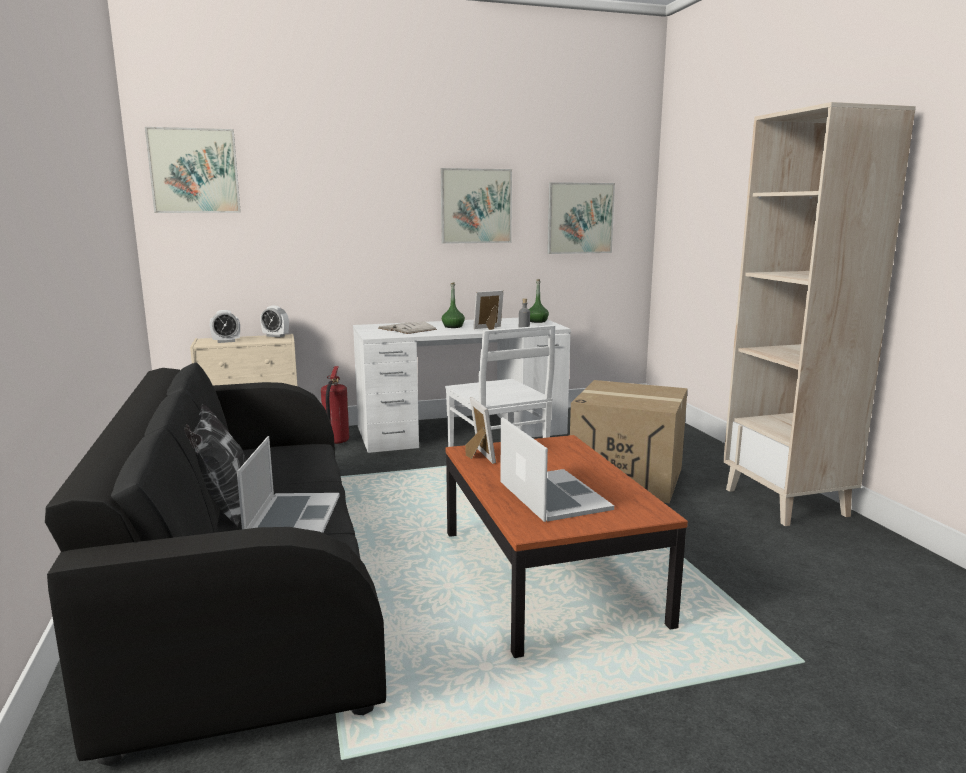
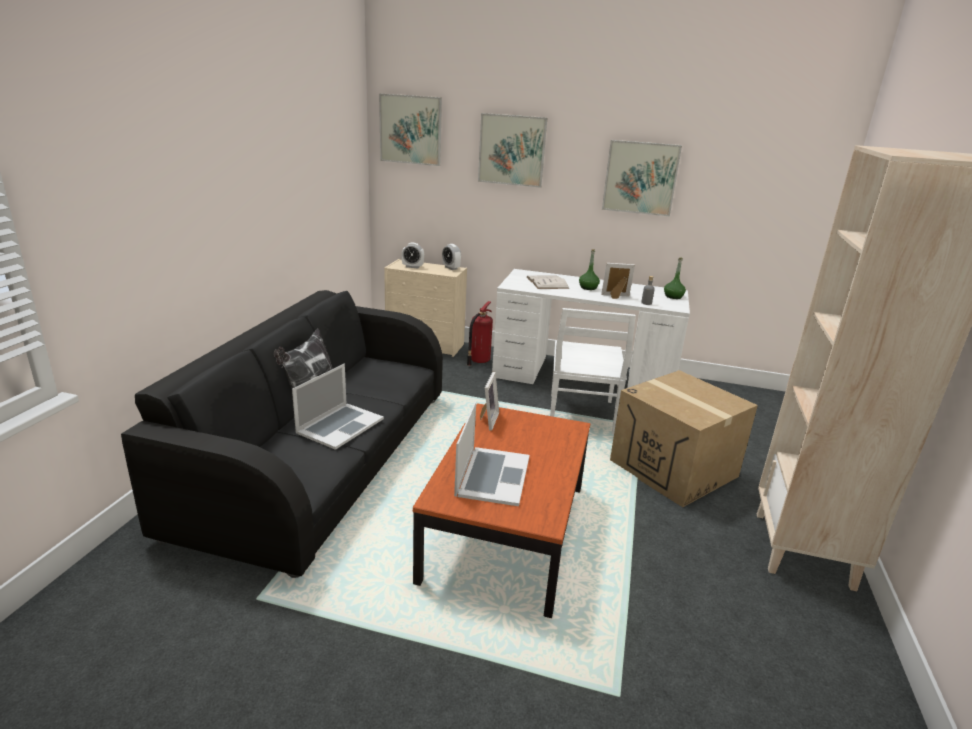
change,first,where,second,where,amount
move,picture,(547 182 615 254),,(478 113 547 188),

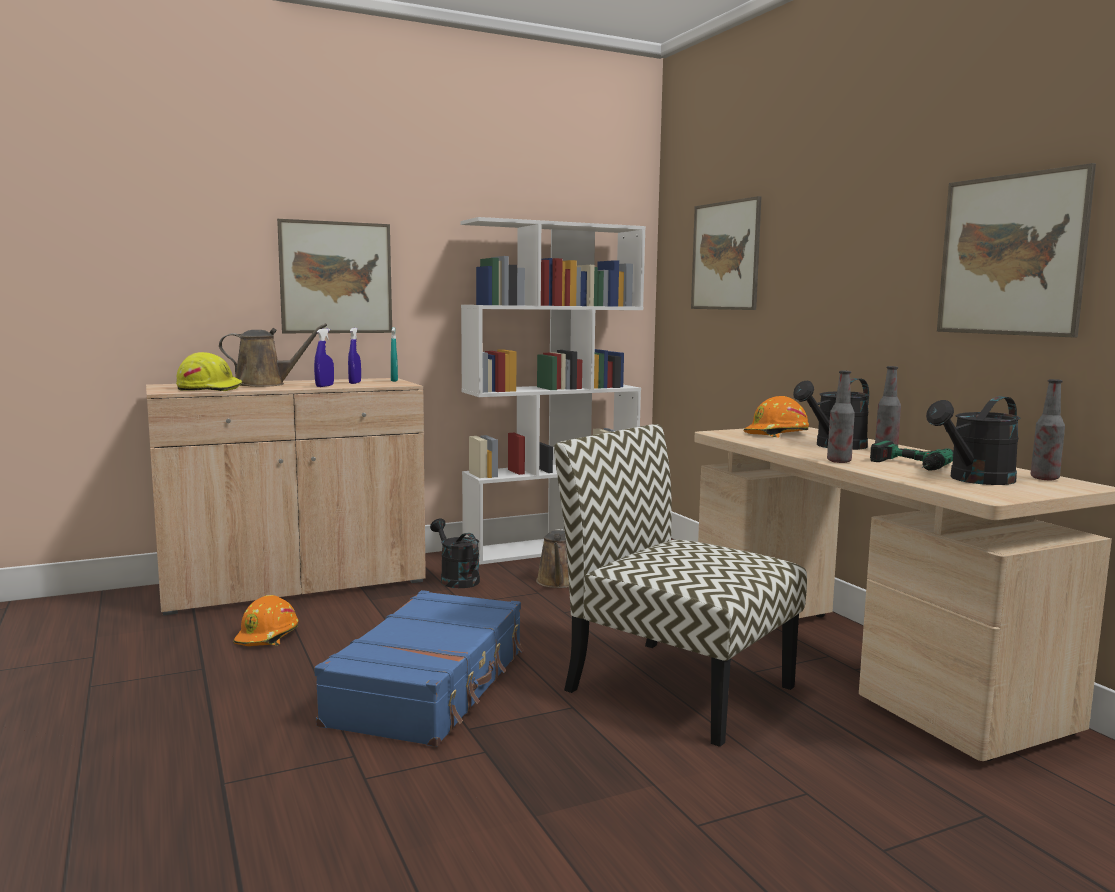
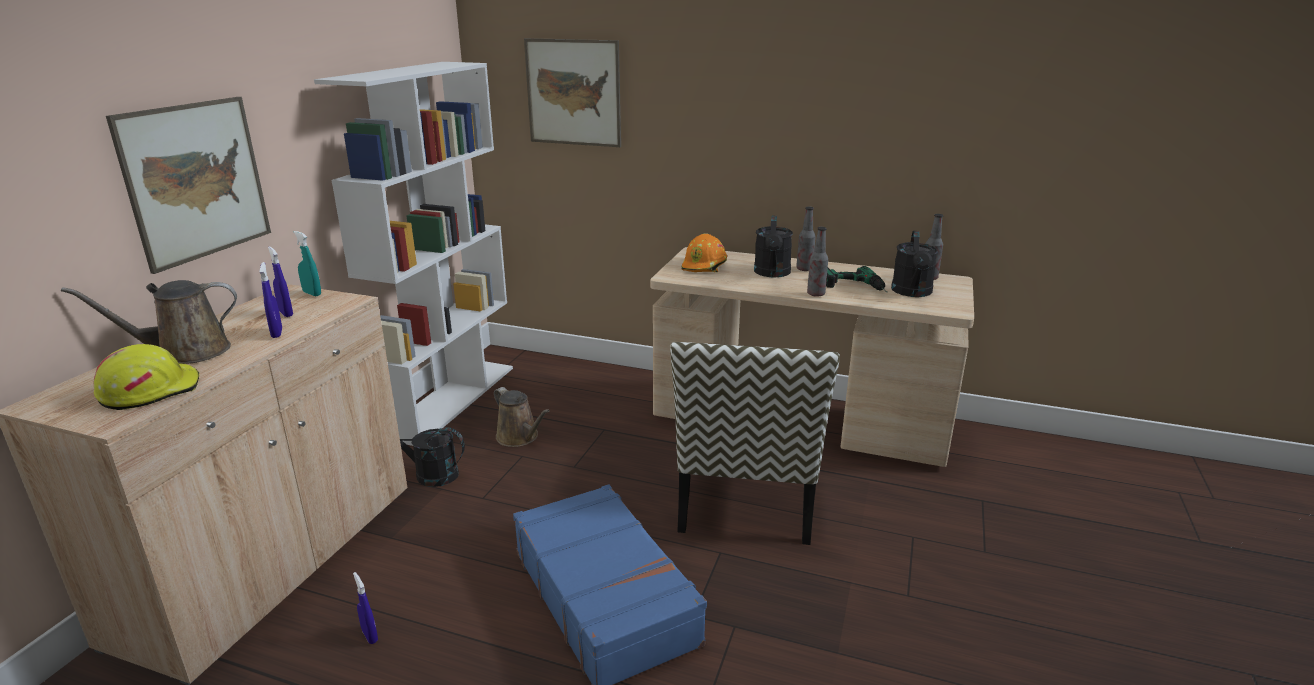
change,first,where,second,where,amount
delete,picture,(937 163 1096 338),,,
replace,orange hard hat,(233 595 299 646),blue spray bottle,(353 572 378 644),
rotate,brown watering can,(219 323 327 387),,(61 280 237 364),150 degrees counterclockwise
rotate,chair,(554 424 807 747),,(670 342 840 545),75 degrees counterclockwise

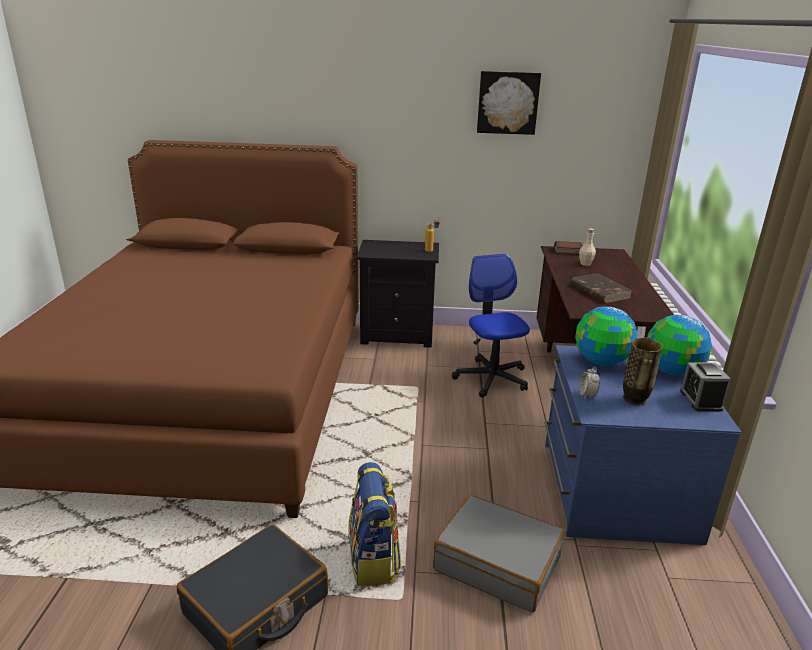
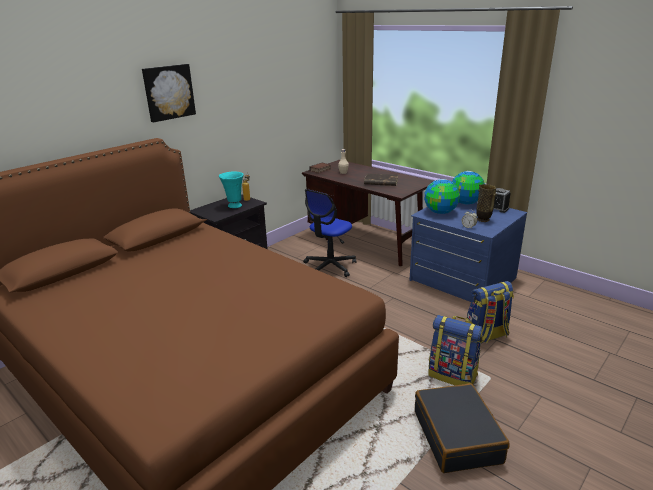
change,first,where,second,where,amount
insert,,,turquoise vase,(219 171 244 208),
move,picture,(477 71 541 135),,(142 64 196 122),
replace,grey suitcase,(433 495 565 612),backpack,(466 281 514 344),
rotate,office chair,(452 254 530 398),,(303 189 356 277),75 degrees counterclockwise

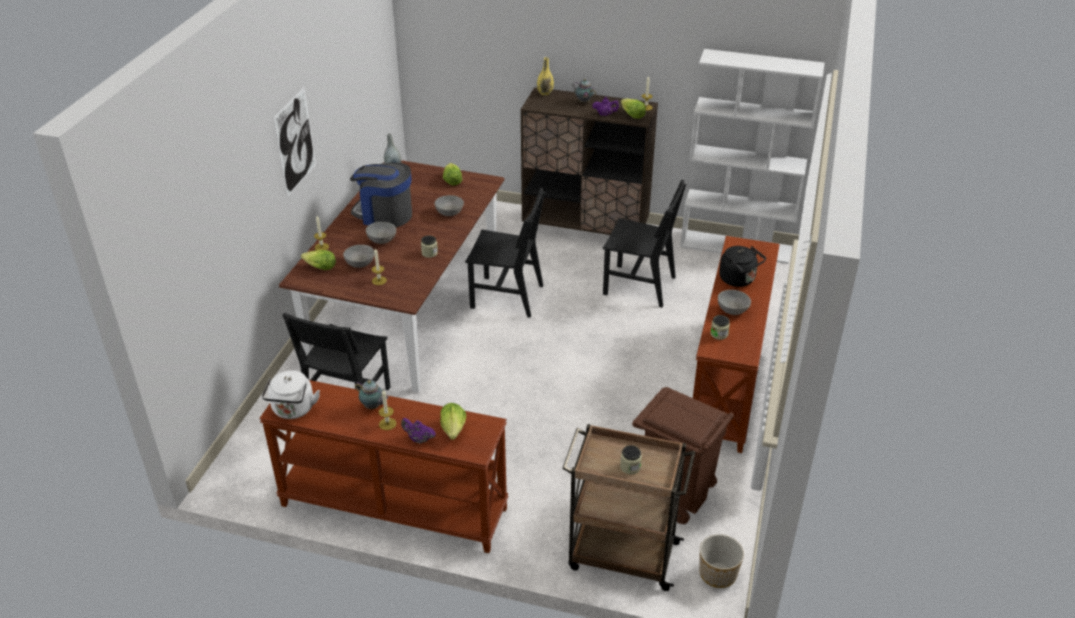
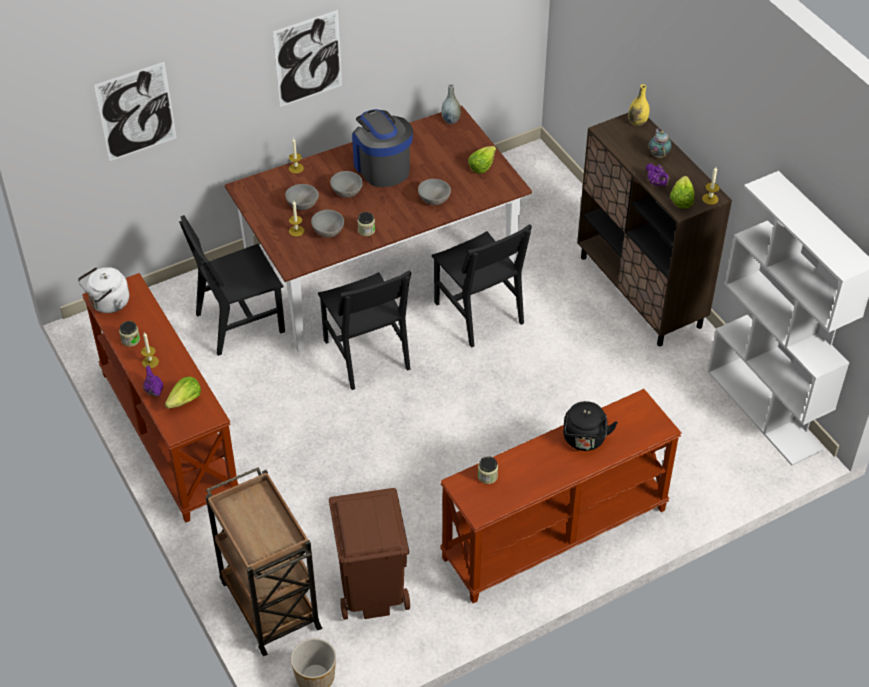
change,first,where,second,where,amount
delete,lettuce,(301 250 336 270),,,
delete,teapot,(355 380 388 409),,,
insert,,,picture,(94 62 177 161),
move,black chair,(603 179 686 307),,(318 270 411 390),
move,jar,(620 445 642 474),,(119 321 140 347),
move,grey bowl,(718 290 751 315),,(311 210 344 237),

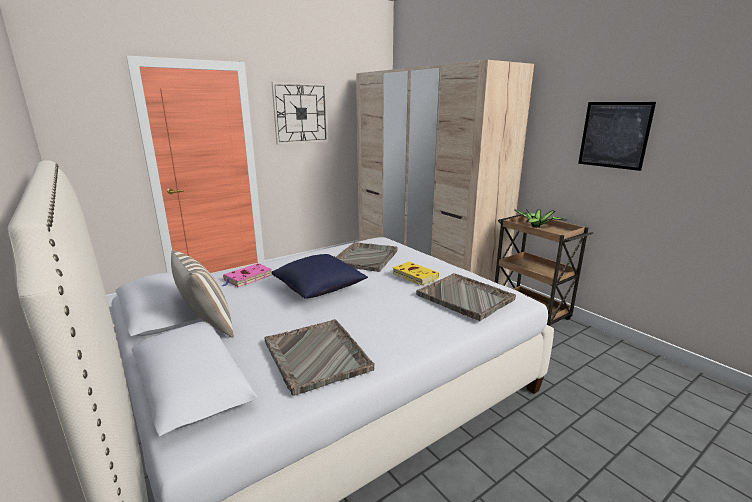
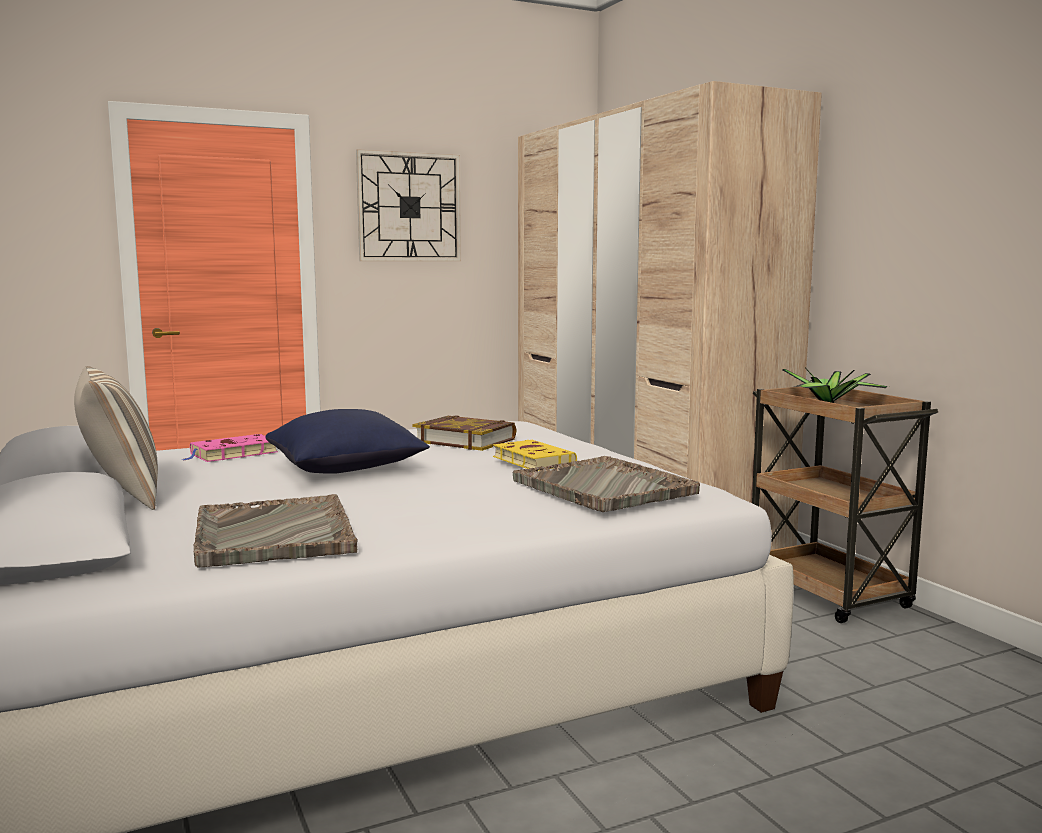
change,first,where,second,where,amount
delete,picture,(578 102 656 171),,,
replace,grey tray,(336 242 398 272),book,(412 415 517 451),

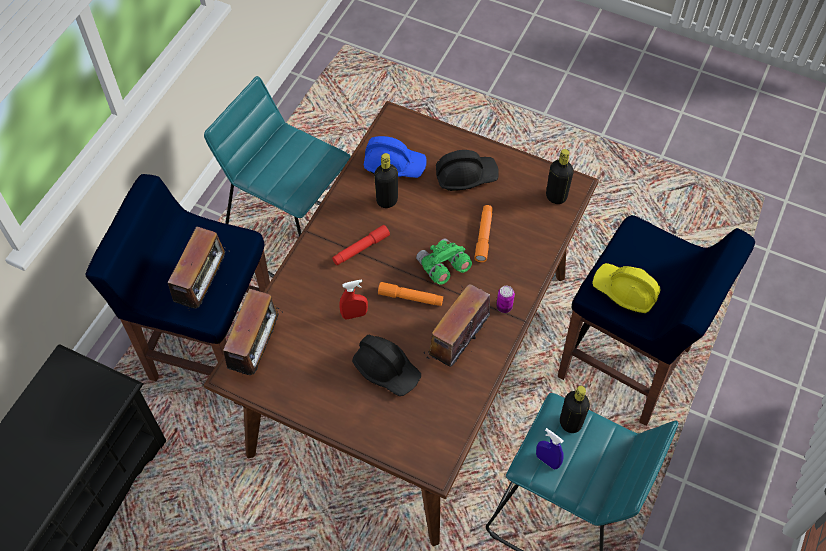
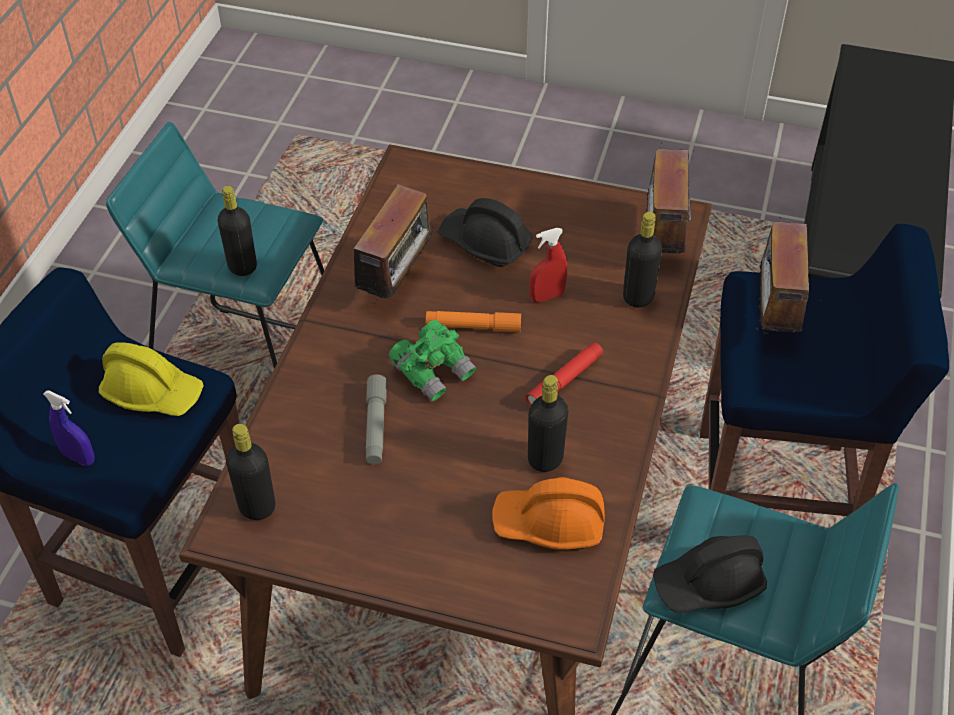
change,first,where,second,where,amount
delete,can,(496 286 515 313),,,
insert,,,black bottle,(623 212 662 308),
move,black hard hat,(436 150 499 191),,(653 535 767 613),
move,blue spray bottle,(536 428 564 470),,(43 390 95 466),
recolor,blue hard hat,(364 136 426 178),orange hard hat,(492 477 605 550),
recolor,orange flashlight,(474 205 493 262),grey flashlight,(366 374 387 465),

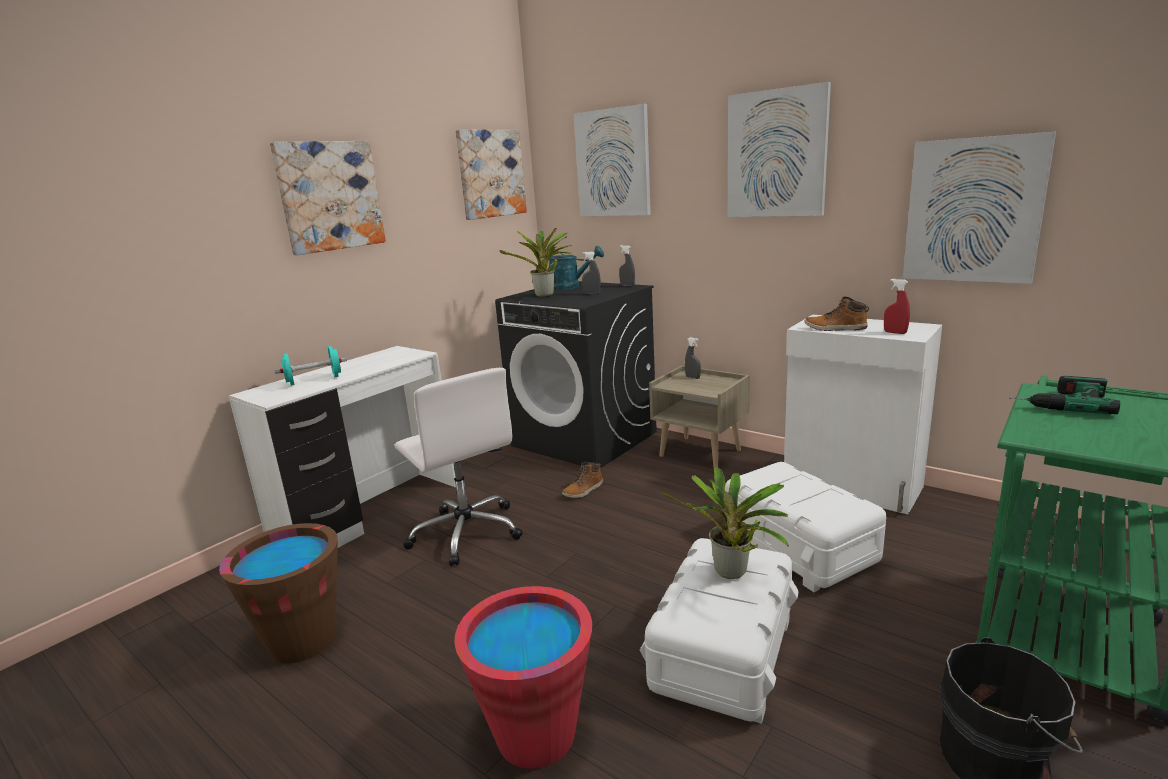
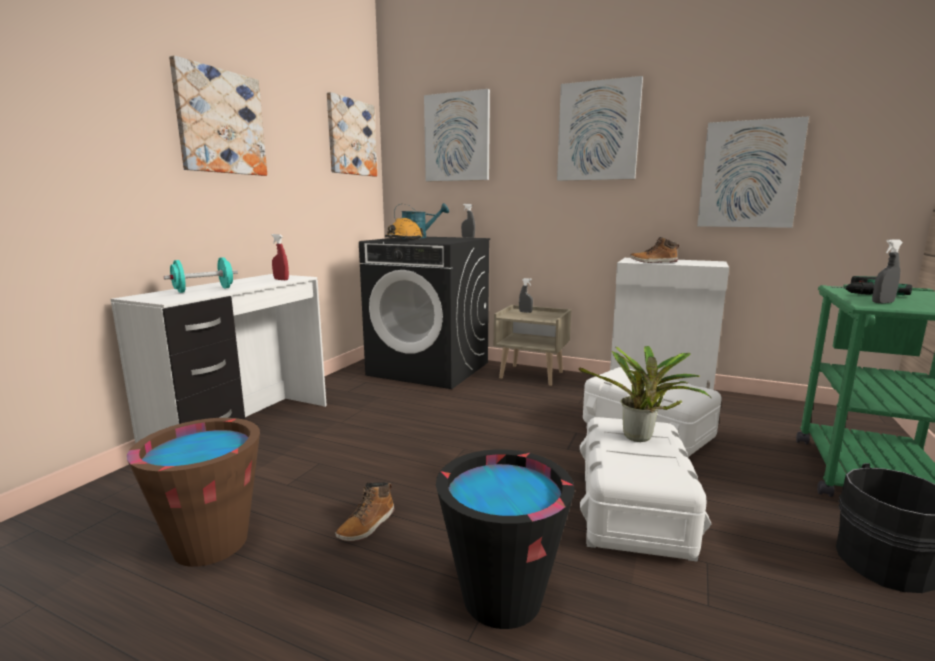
change,first,where,second,where,amount
delete,white office chair,(395 368 523 566),,,
move,boot,(562 462 603 498),,(335 482 395 542),
move,grey spray bottle,(582 251 601 294),,(872 239 903 303),
move,red spray bottle,(884 279 910 334),,(271 234 289 280),
replace,potted plant,(500 228 573 297),orange hard hat,(384 218 424 239),
recolor,red bucket,(454 586 592 769),black bucket,(436 449 574 629),

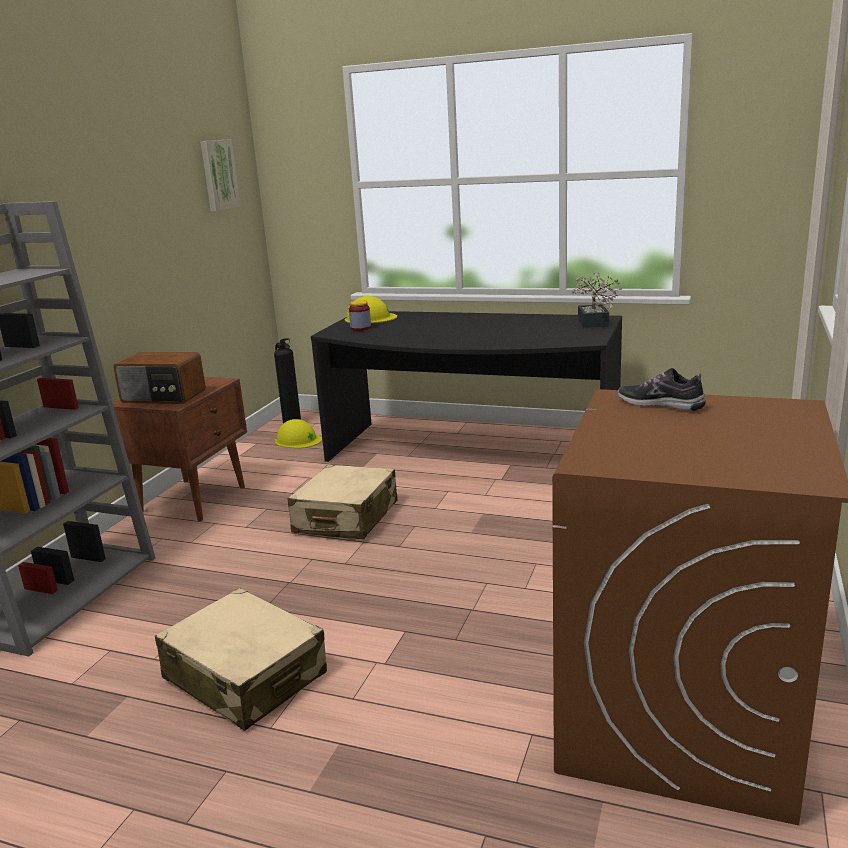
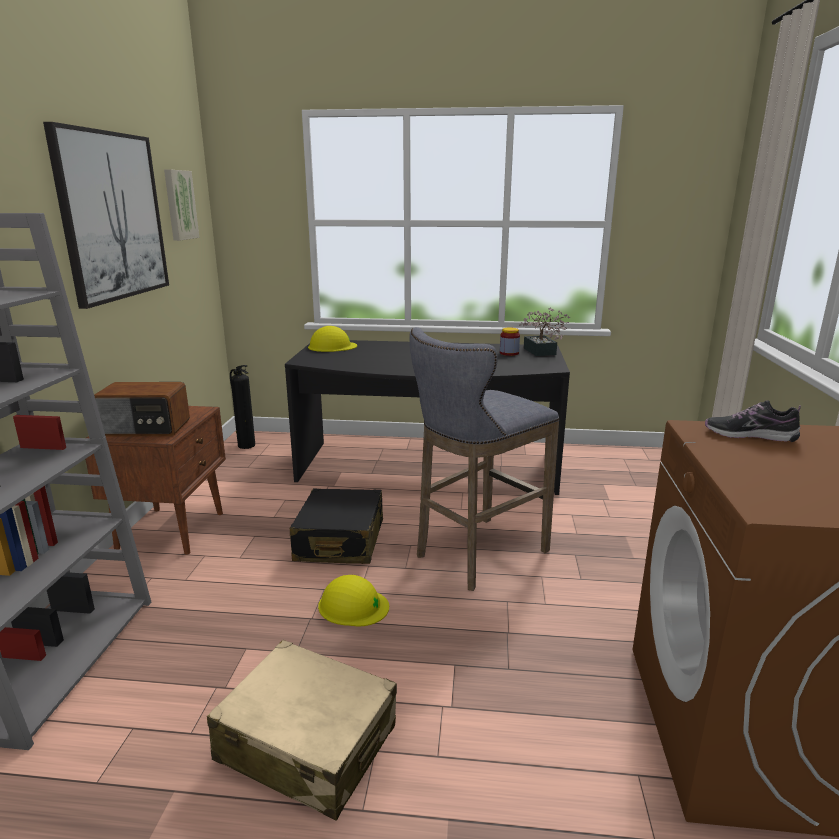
change,first,where,second,where,amount
insert,,,picture,(43 122 169 309),
insert,,,grey stool,(409 327 559 591),
move,yellow hard hat,(275 419 322 449),,(318 575 389 626),
move,jar,(349 300 371 331),,(500 328 520 356),
recolor,beige suitcase,(287 465 398 539),black suitcase,(289 488 383 564),

